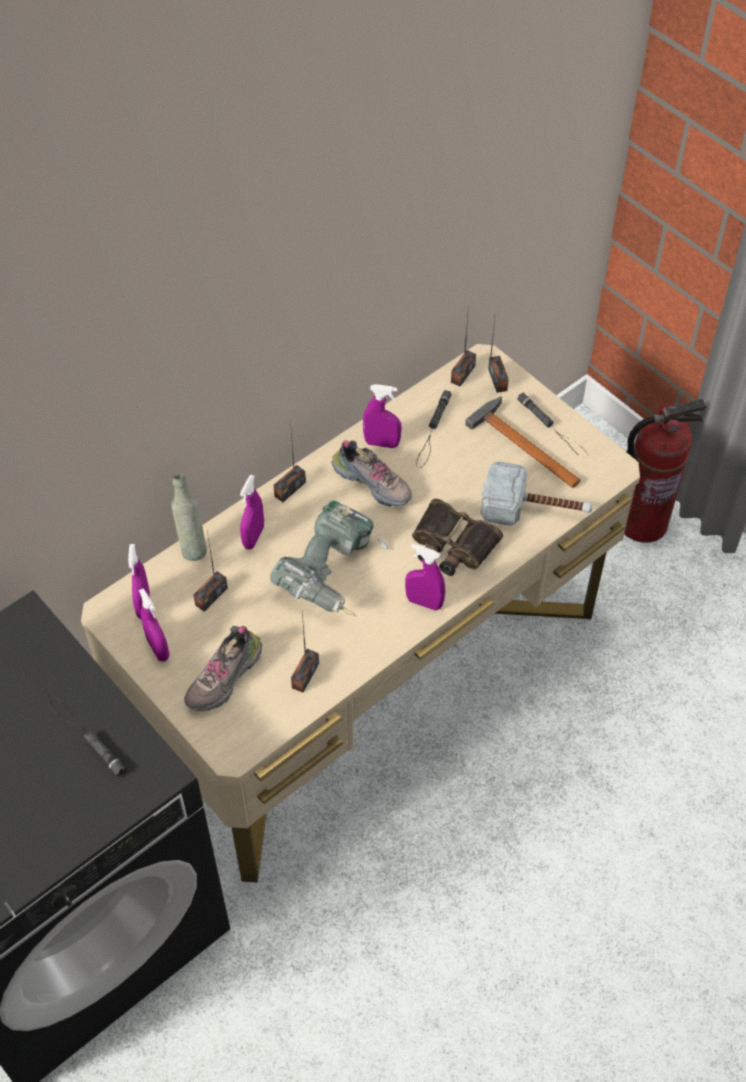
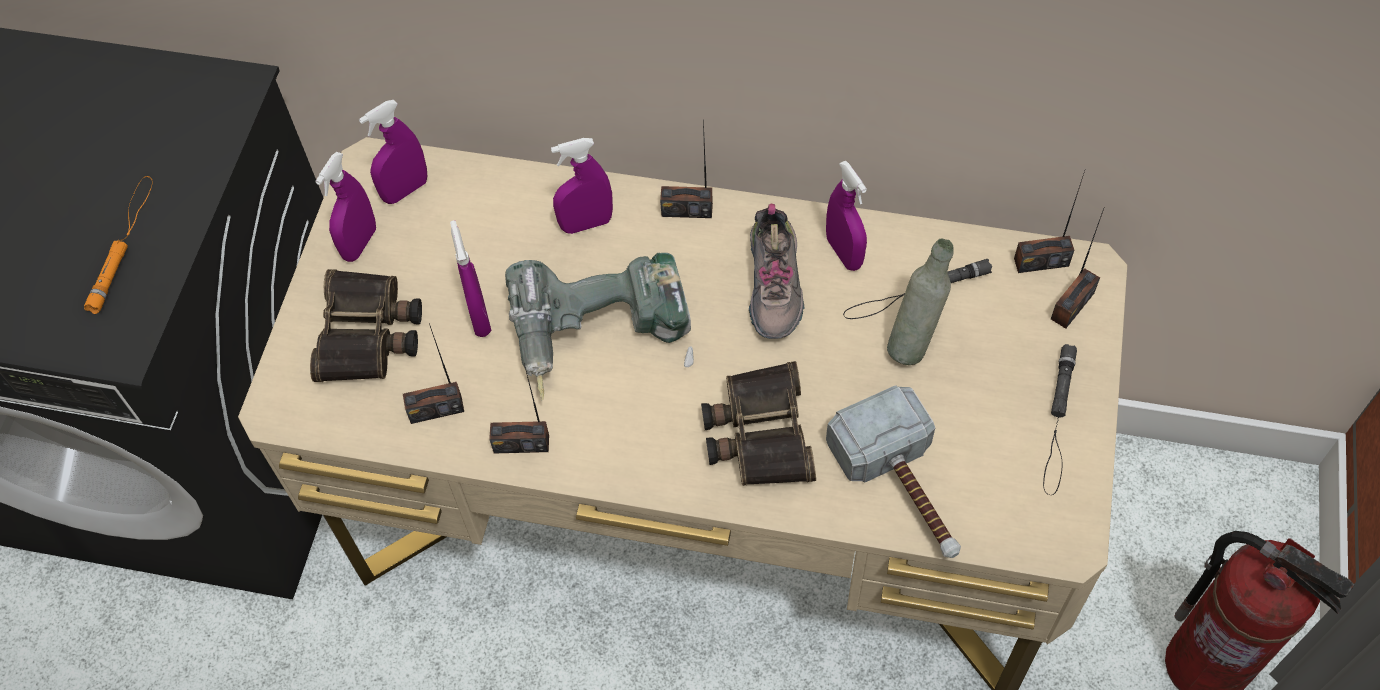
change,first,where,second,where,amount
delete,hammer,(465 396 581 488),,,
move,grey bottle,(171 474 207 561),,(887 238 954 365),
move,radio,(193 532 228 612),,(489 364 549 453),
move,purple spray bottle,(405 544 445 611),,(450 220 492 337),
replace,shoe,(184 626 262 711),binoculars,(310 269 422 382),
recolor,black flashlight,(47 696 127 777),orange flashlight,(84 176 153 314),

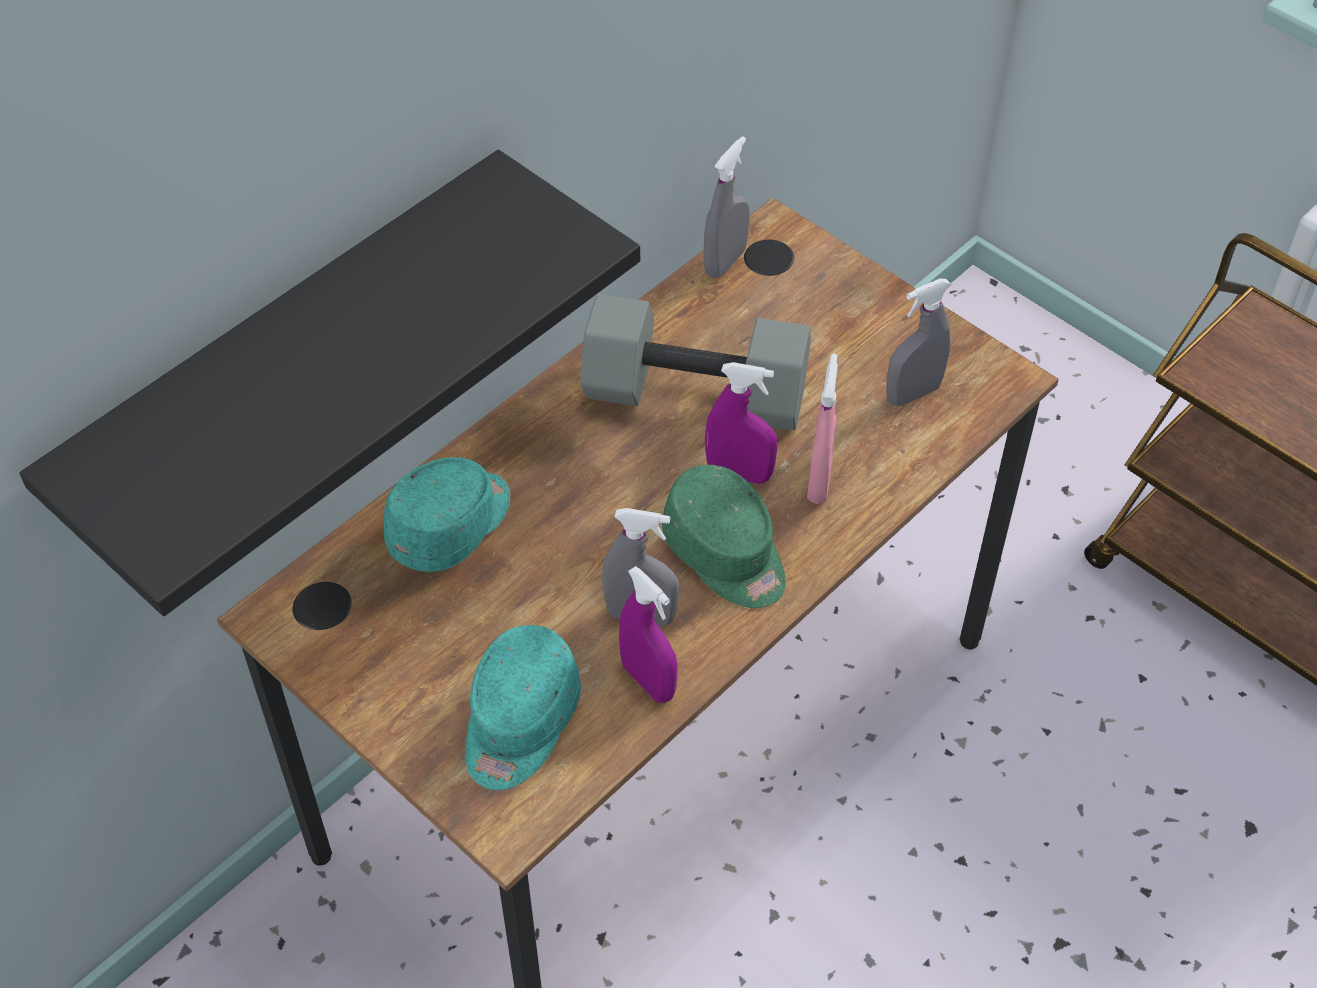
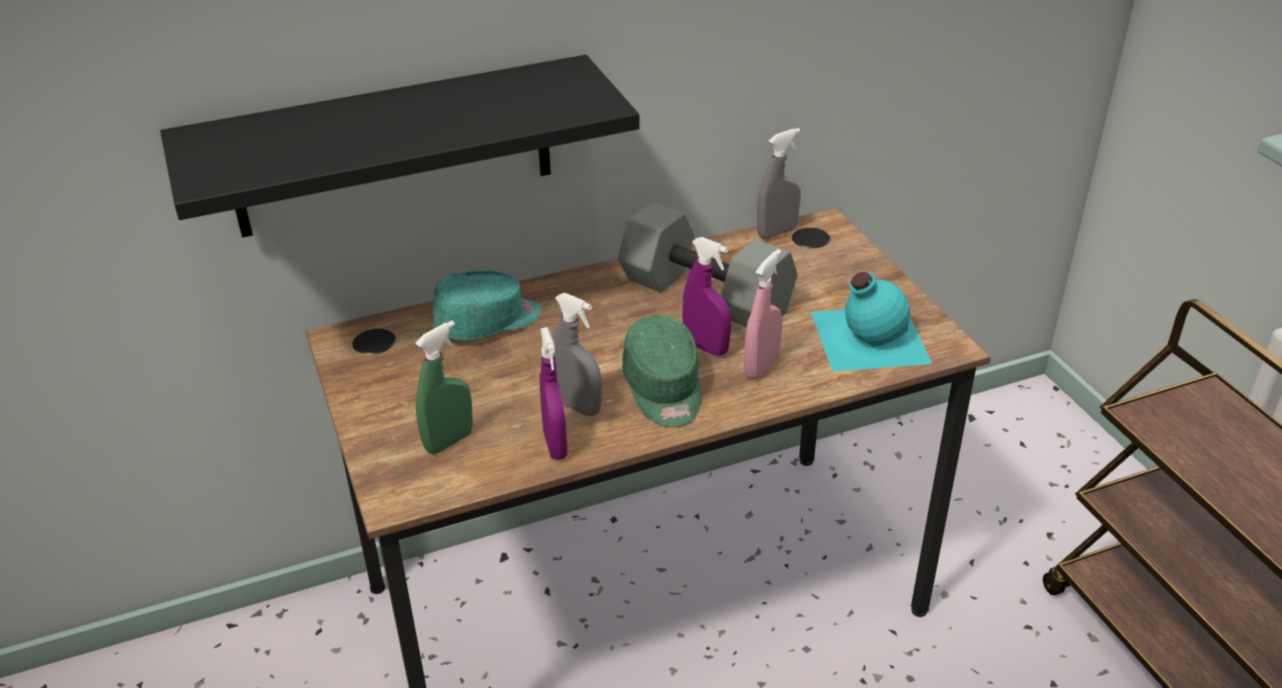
change,first,where,second,where,amount
replace,turquoise cap,(466 625 581 790),green spray bottle,(415 321 473 454),
replace,grey spray bottle,(886 279 951 406),turquoise bottle,(811 272 932 372),

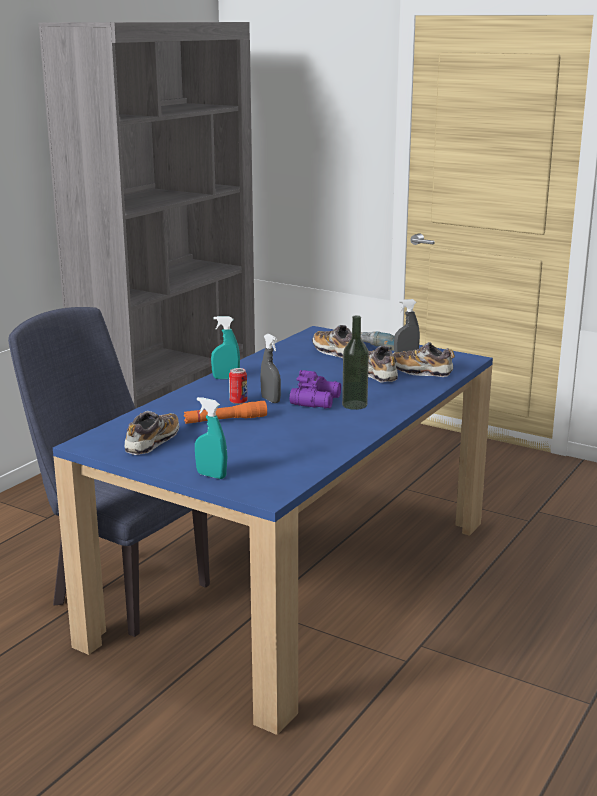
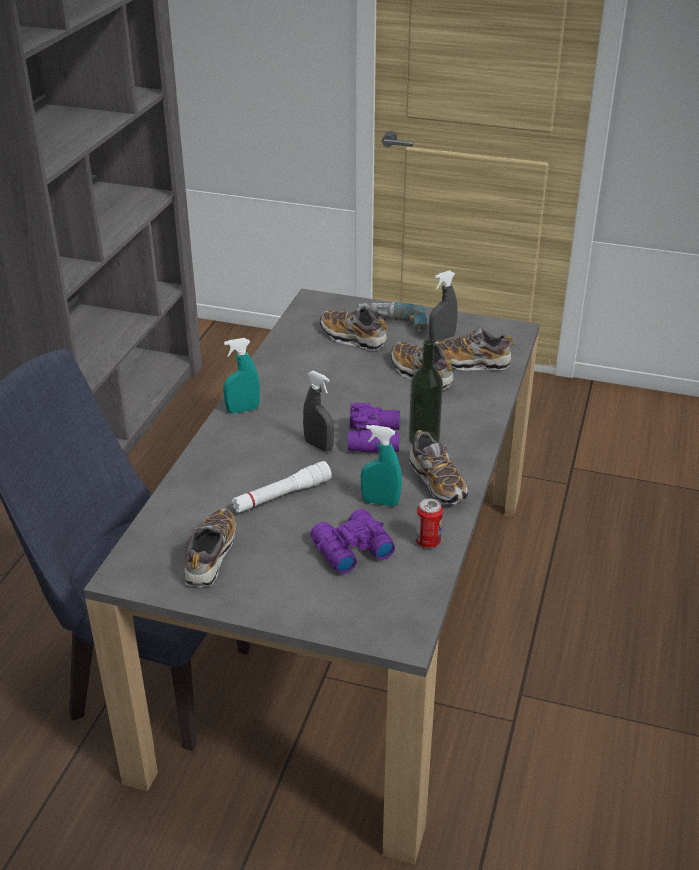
change,first,where,second,where,amount
insert,,,purple binoculars,(311 509 395 574),
insert,,,shoe,(409 430 468 505),
move,turquoise spray bottle,(195 397 227 479),,(361 425 402 507),
move,can,(229 368 247 404),,(416 499 443 548),
recolor,blue dining table,(53 326 493 735),grey dining table,(83 289 539 865),
recolor,orange flashlight,(184 401 267 424),white flashlight,(232 461 332 513),

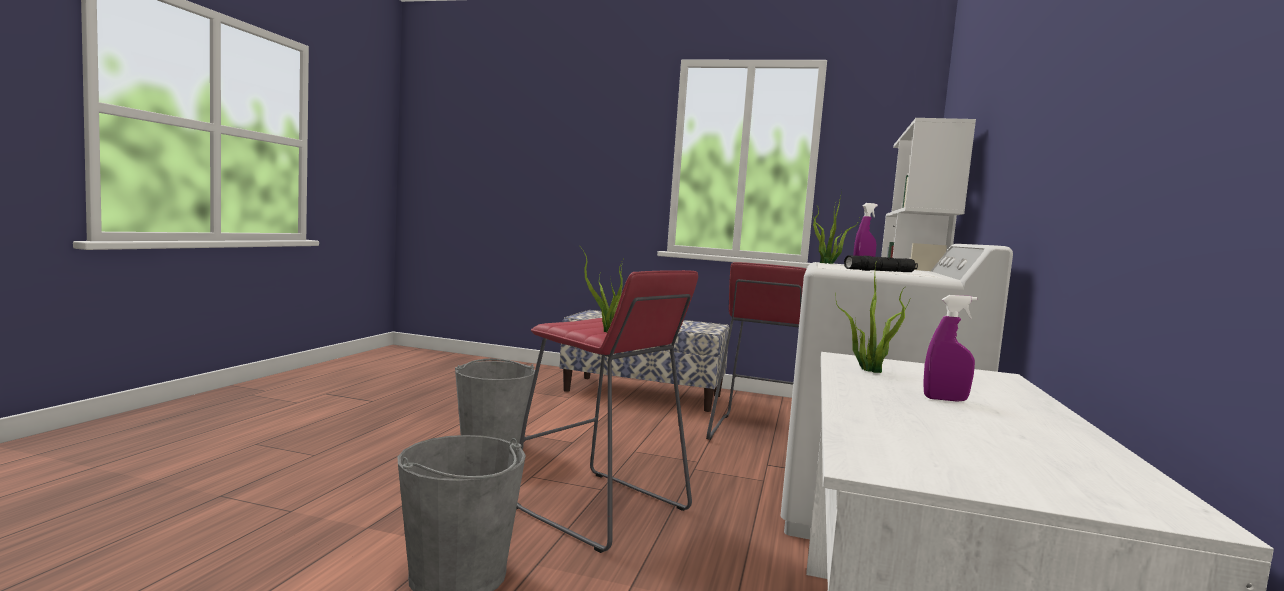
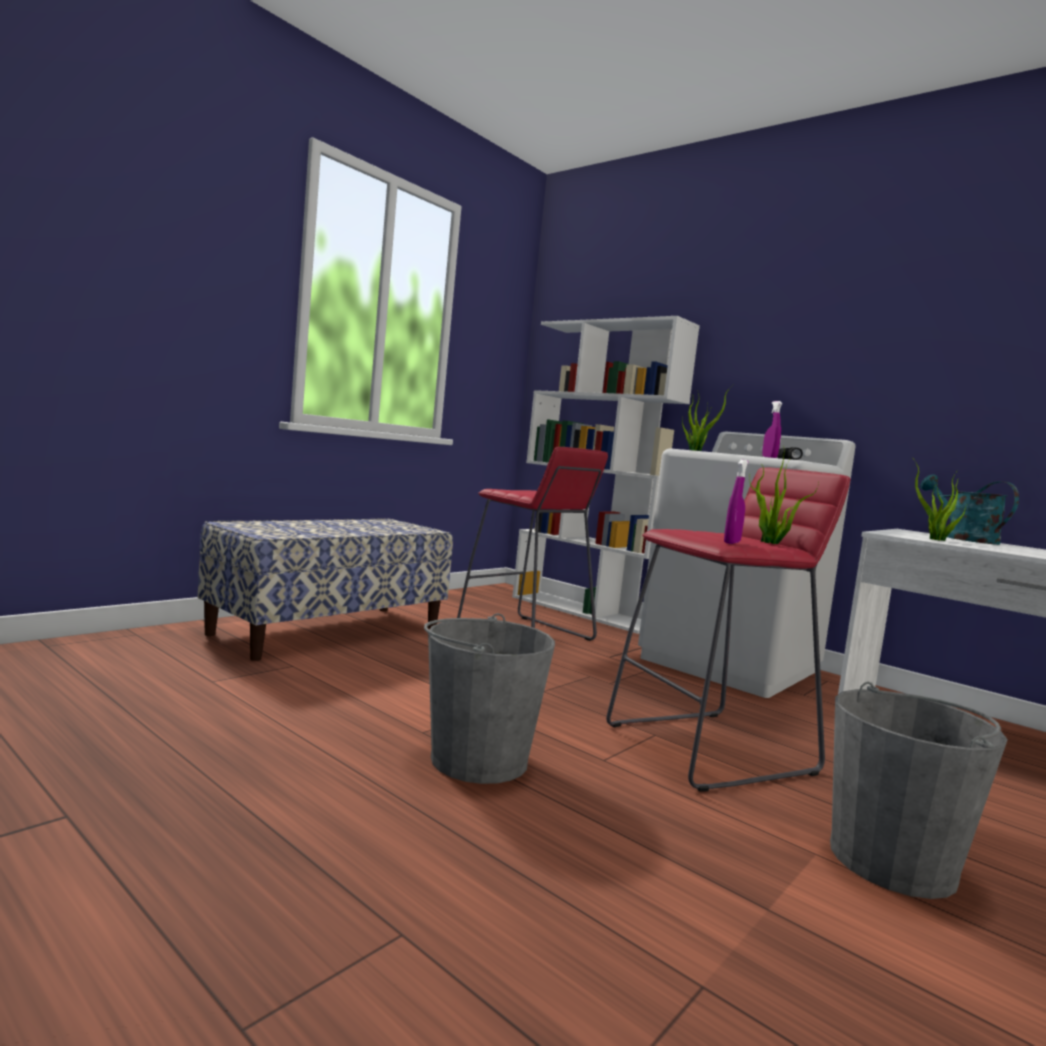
change,first,where,second,where,amount
insert,,,turquoise watering can,(920 474 1019 545),
move,purple spray bottle,(923 295 977 402),,(724 460 748 544),

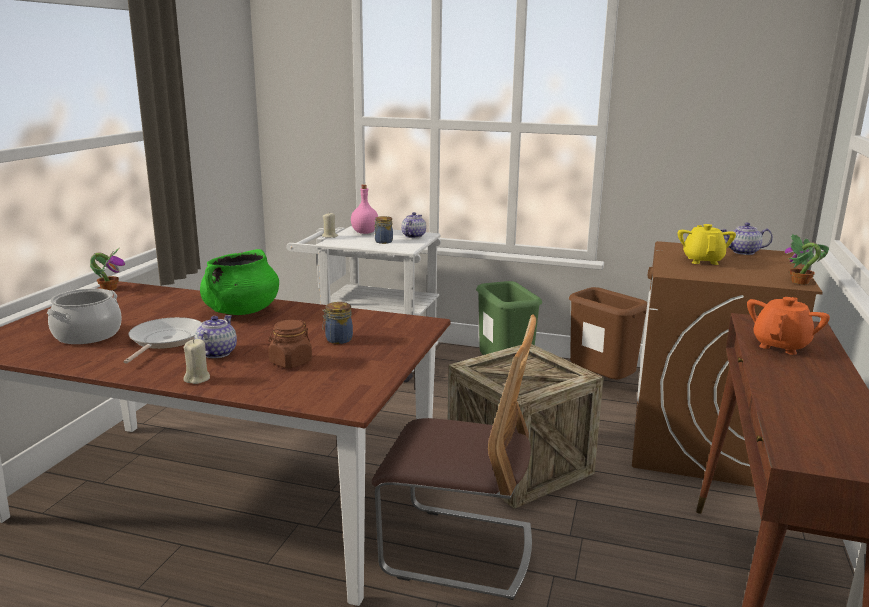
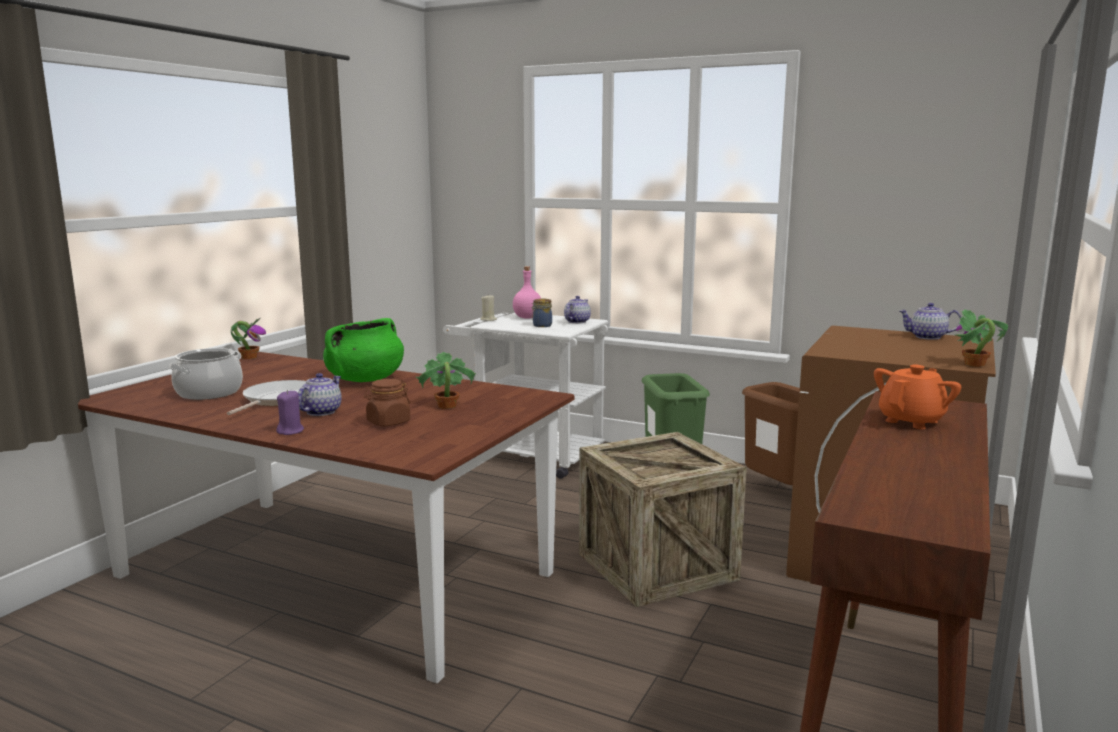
change,first,where,second,where,amount
delete,chair,(372 315 536 600),,,
delete,yellow teapot,(678 224 736 265),,,
replace,jar,(322 302 353 344),potted plant,(416 352 476 409),
recolor,beige candle,(184 339 210 384),purple candle,(276 390 304 435),

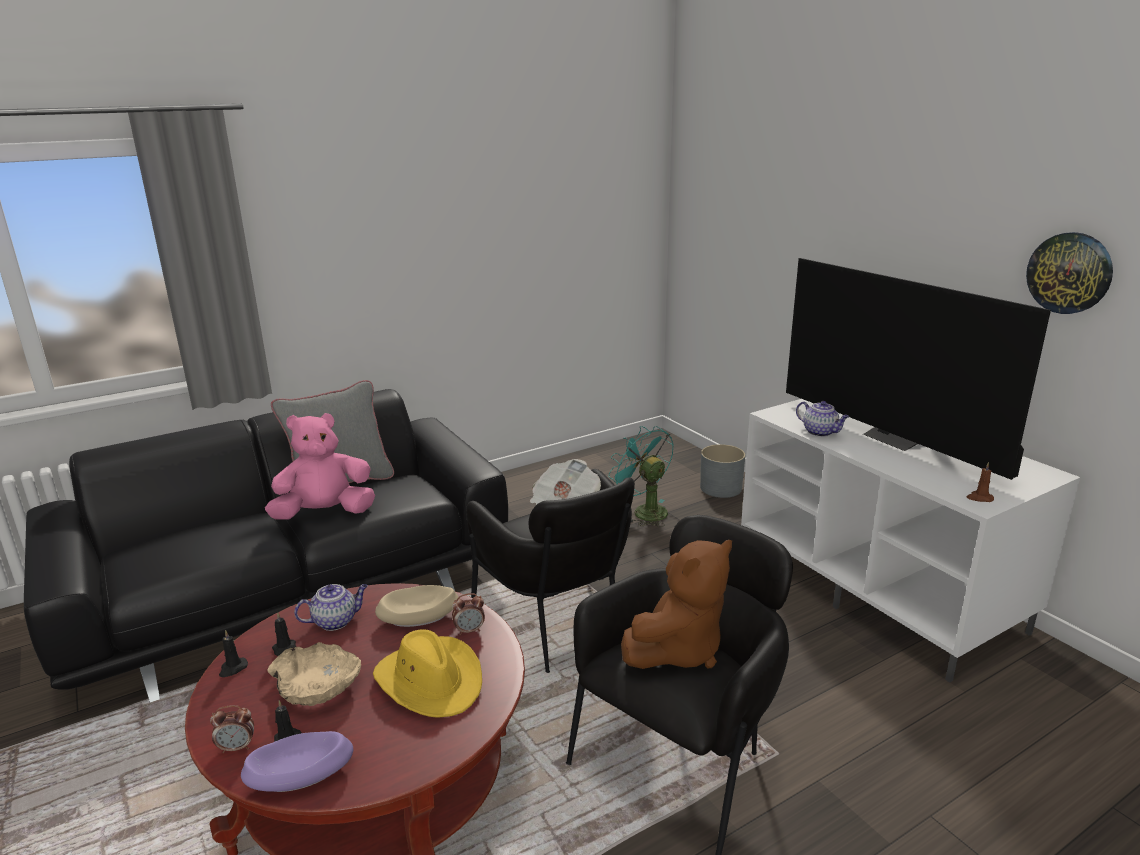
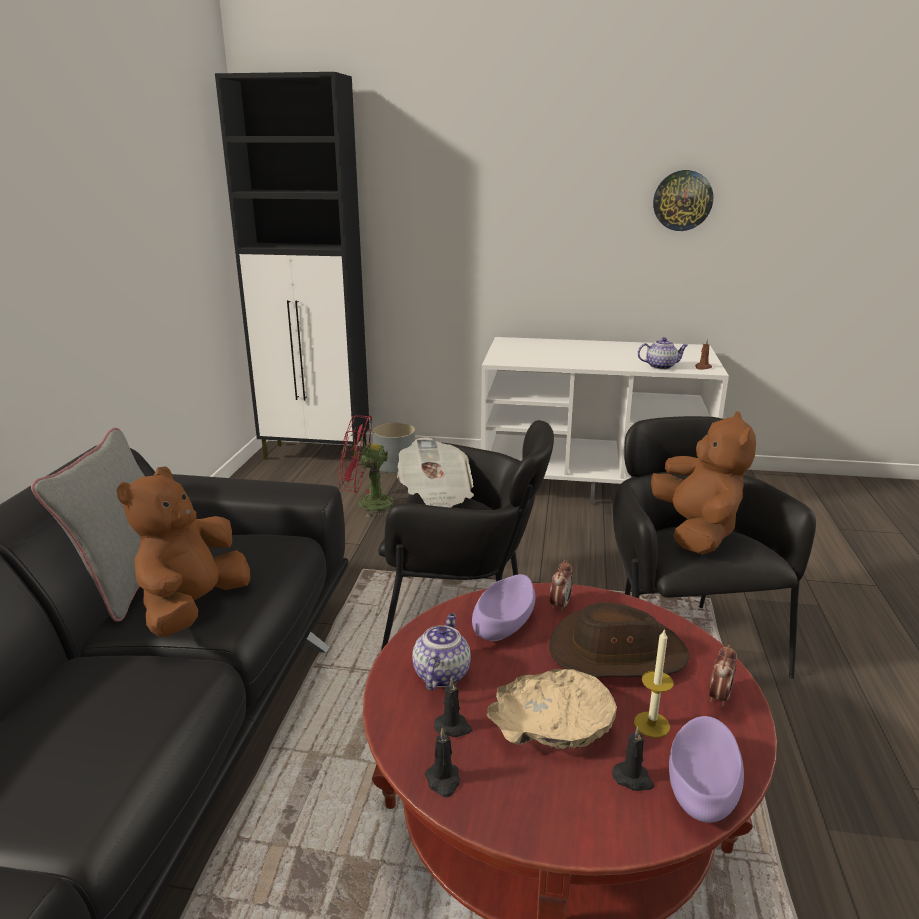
change,first,where,second,where,amount
delete,television,(786 258 1051 480),,,
insert,,,black cabinet,(215 72 370 460),
insert,,,candle,(634 628 674 738),
move,alarm clock,(210 705 254 753),,(709 645 737 707),
move,teapot,(796 401 849 437),,(637 337 688 370),
recolor,pink plush toy,(265 413 375 520),brown plush toy,(116 466 250 637),
recolor,yellow hat,(373 629 482 718),brown hat,(549 602 689 677),
recolor,beige bowl,(375 585 458 627),purple bowl,(472 574 536 641),
recolor,turquoise fan,(608 426 674 527),red fan,(339 415 394 517),

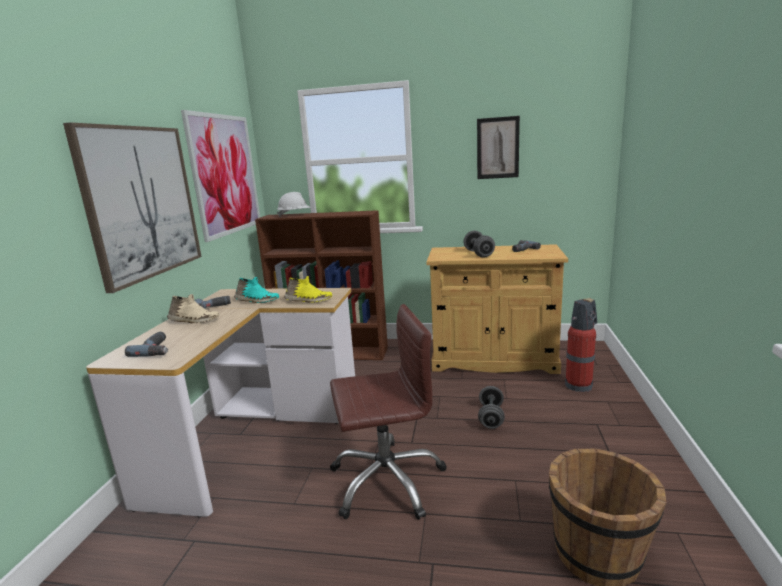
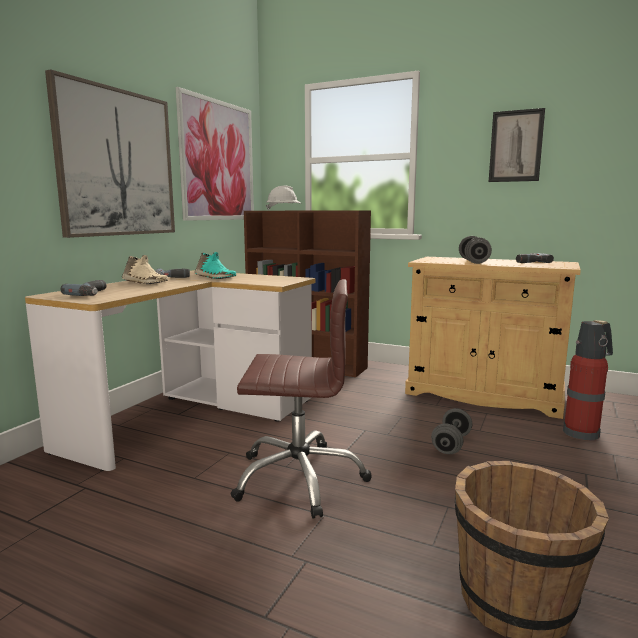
change,first,where,second,where,amount
delete,yellow shoe,(284 276 332 303),,,

